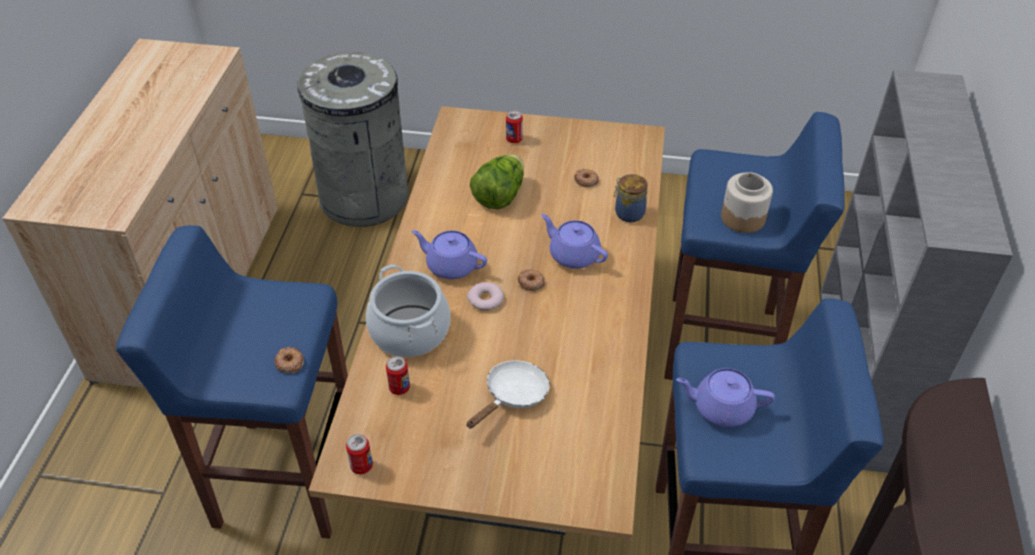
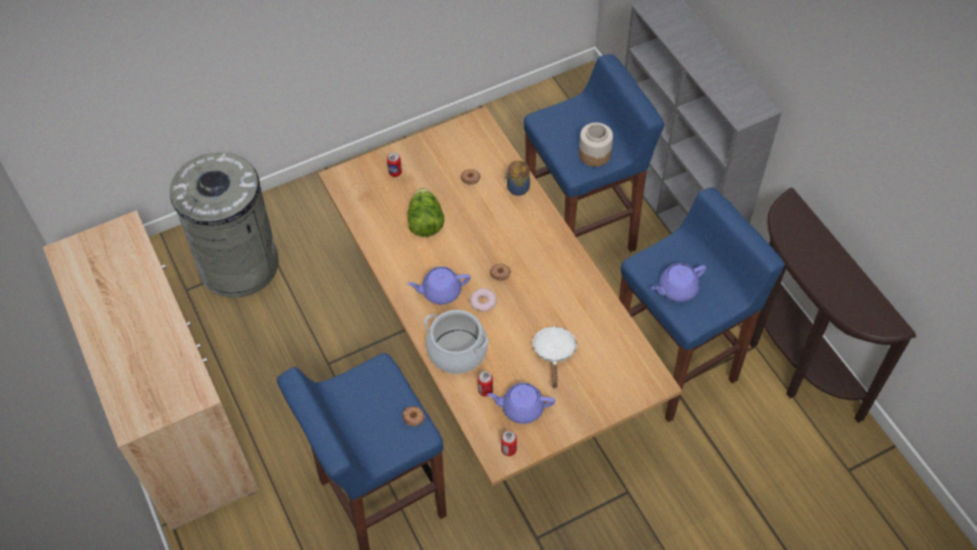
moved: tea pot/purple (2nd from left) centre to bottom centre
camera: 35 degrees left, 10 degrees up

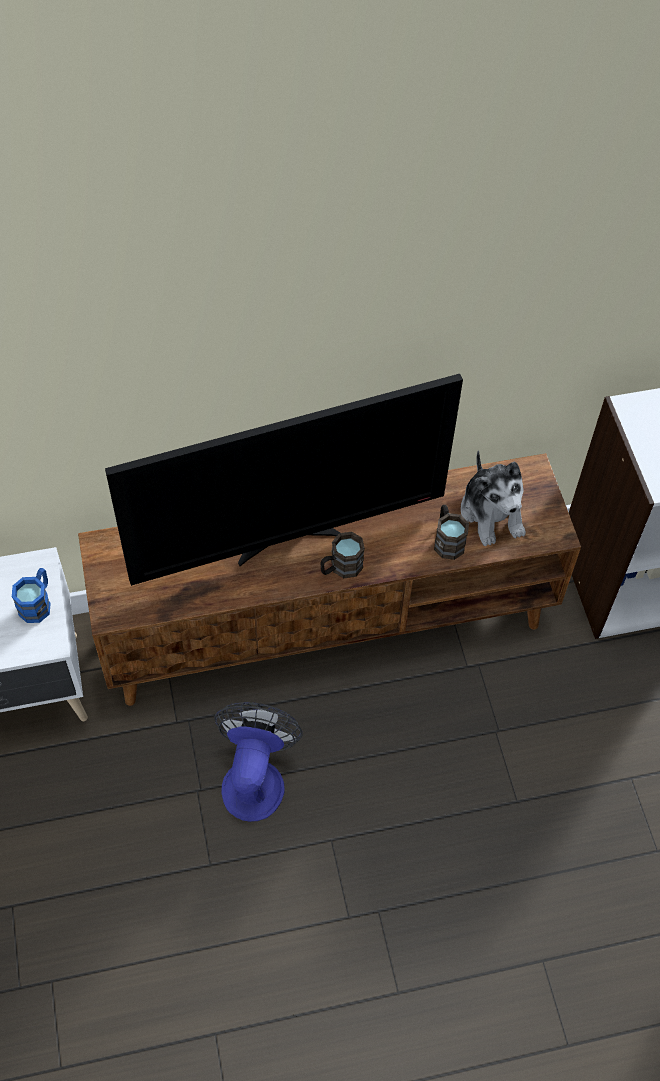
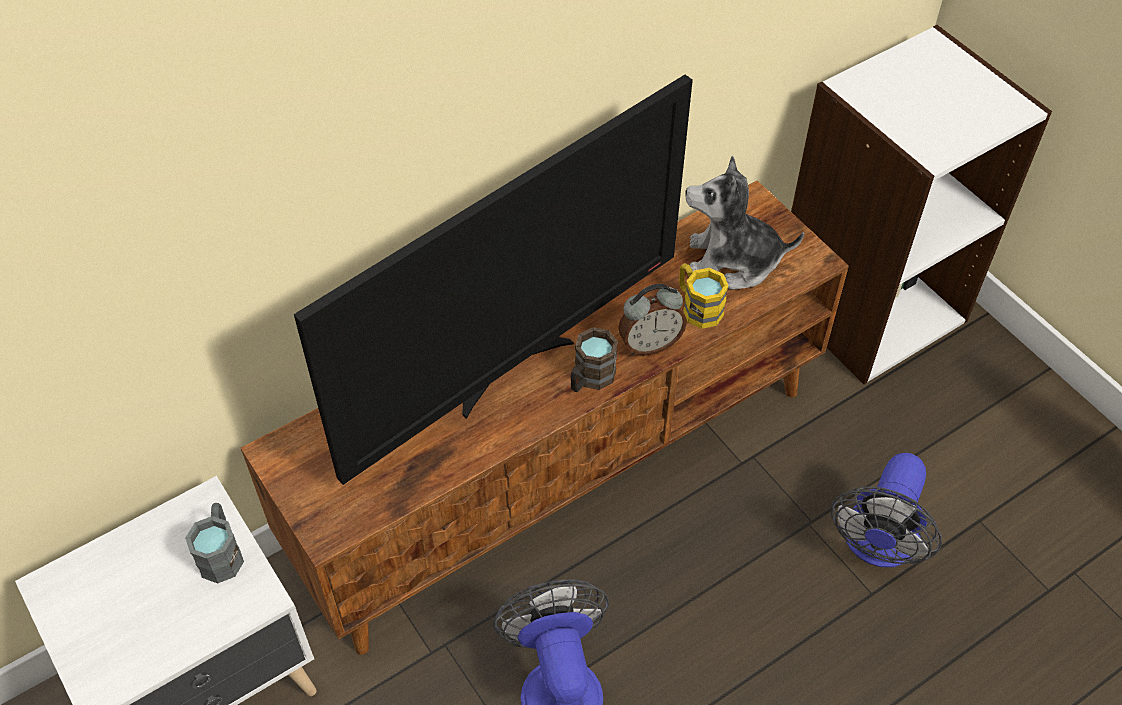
added: table clock centre; cooling fan (2nd from left) bottom right
recoloured: coffee mug/blue middle left to coffee mug/grey bottom left; coffee mug/brown-coloured (2nd from left) middle right to coffee mug/yellow centre
turned: cuddly toy middle right = top centre 135 degrees clockwise
camera: 20 degrees left, 5 degrees down

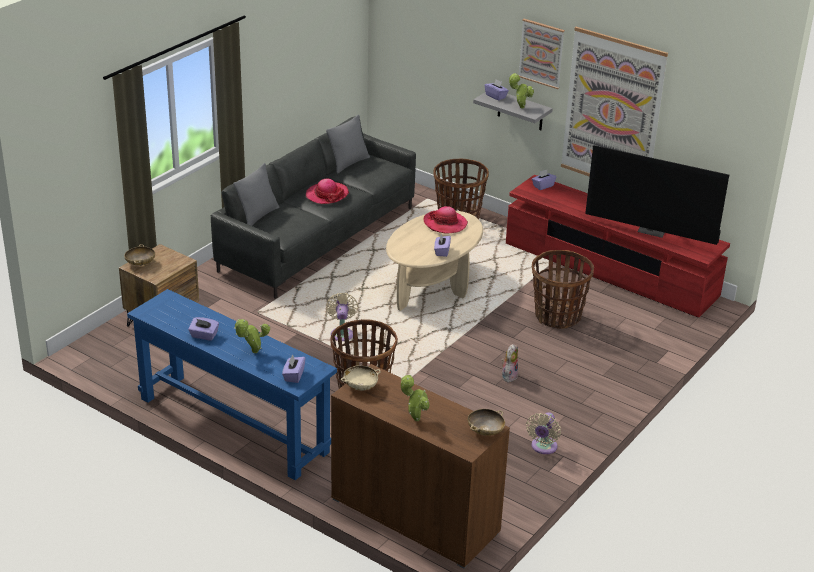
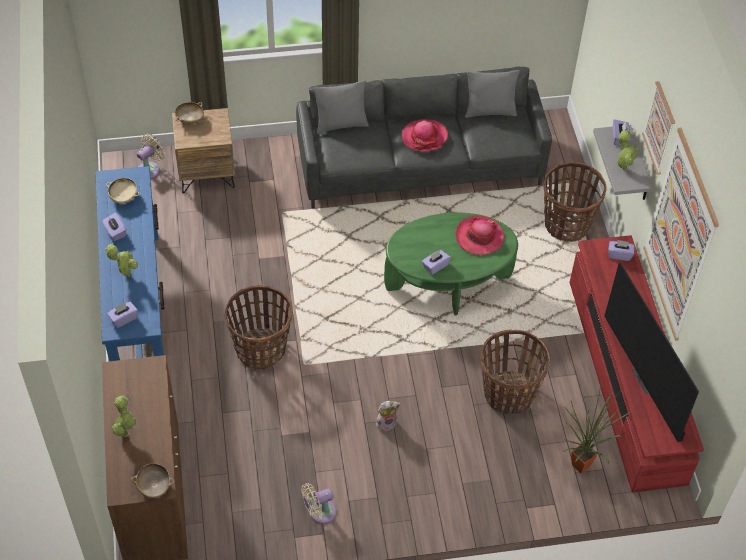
added: houseplant (3rd from left) bottom right
moved: deep dish/beige-coloured (2nd from left in the first image) centre to deep dish/beige-coloured (1st from left) middle left; cooling fan/beige-coloured (1st from left) centre to top left
recoloured: low table/beige-coloured centre to low table/greenish centre
camera: 45 degrees right, 20 degrees up

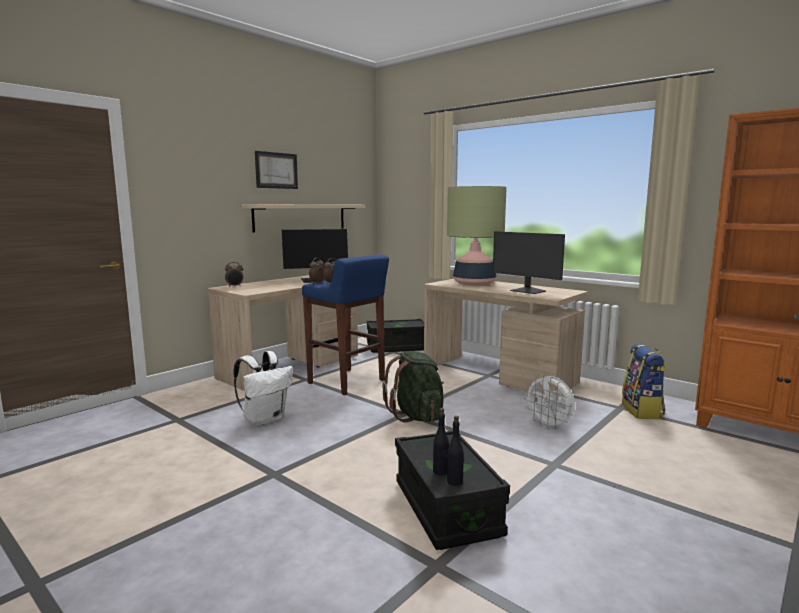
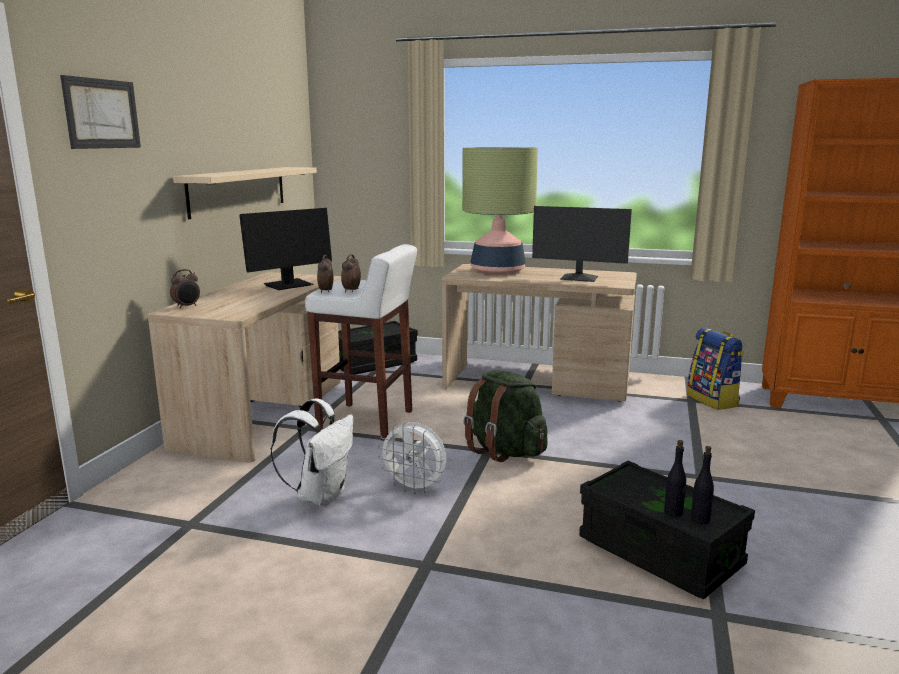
moved: picture top centre to top left; cooling fan/white middle right to bottom centre
recoloured: stool/blue centre to stool/white centre
camera: 25 degrees left, 5 degrees up

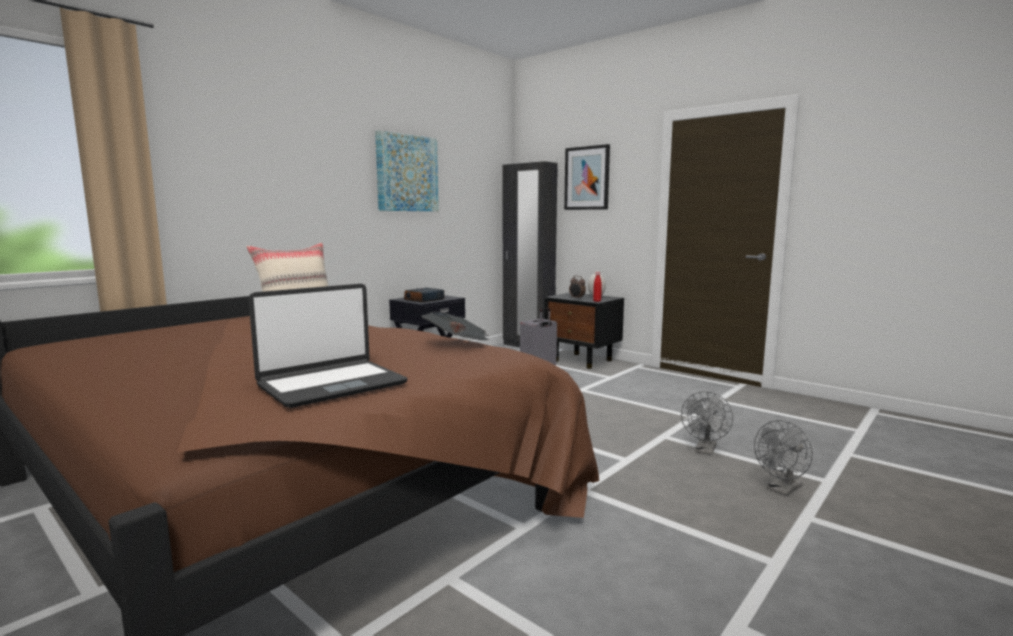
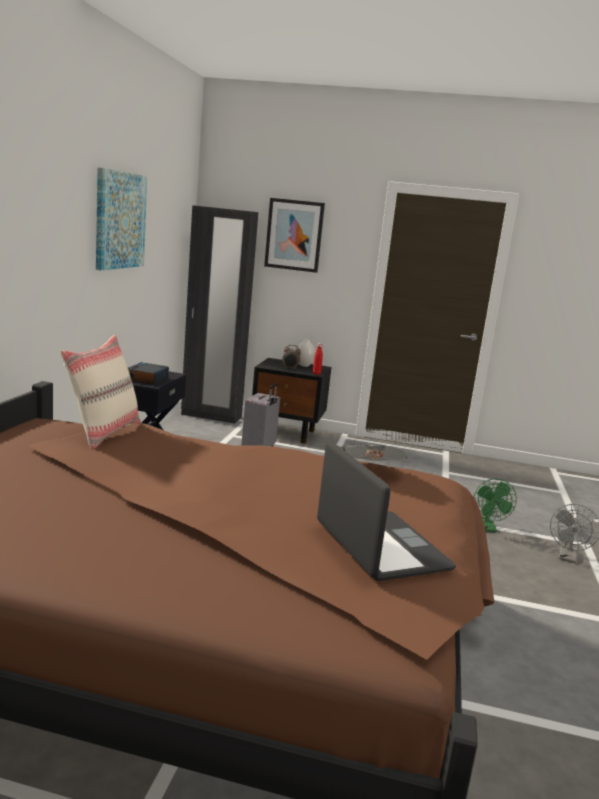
recoloured: cooling fan/grey (1st from left) middle right to cooling fan/greenish middle right
turned: notebook computer middle left = centre 45 degrees counterclockwise
camera: 30 degrees left, 5 degrees up

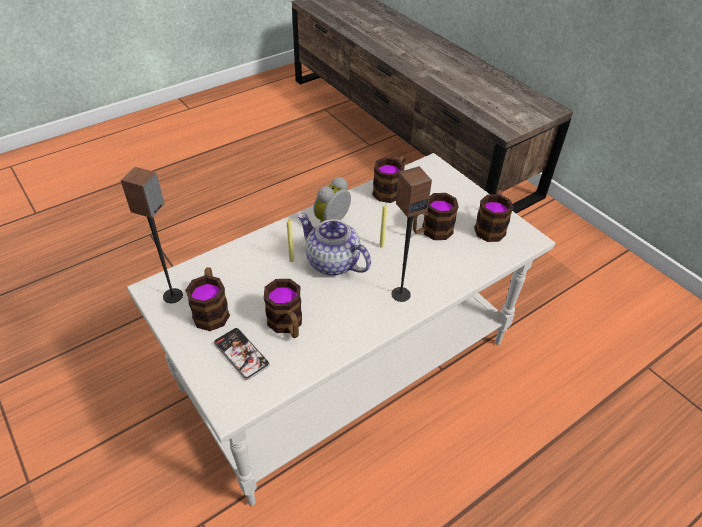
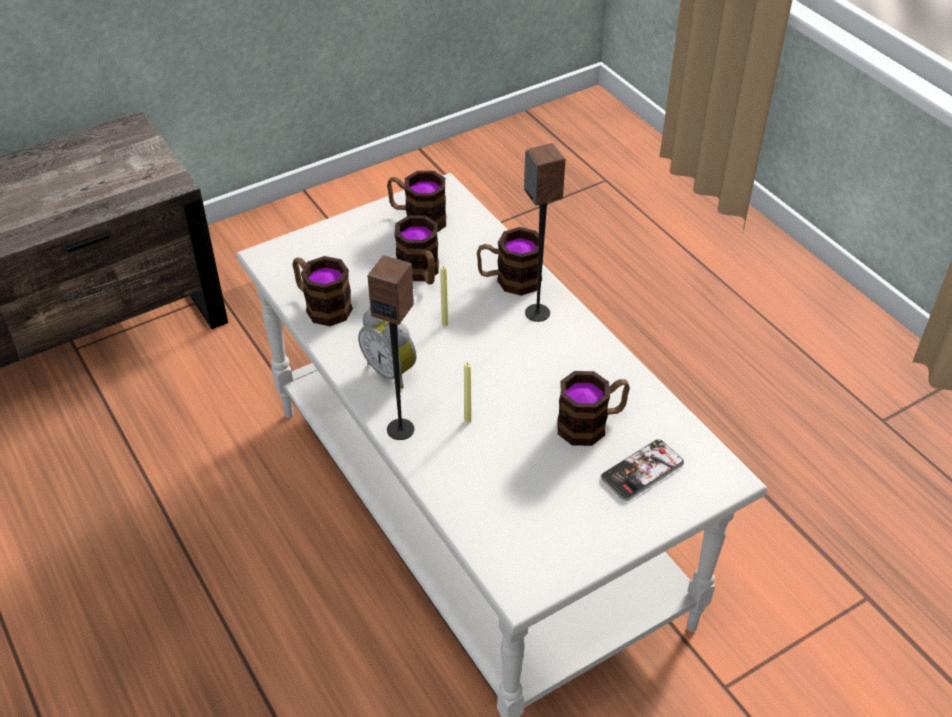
removed: tea pot centre
moved: audio speaker (1st from left) middle left to centre; coffee mug (1st from left in the first image) middle left to coffee mug (4th from left) centre
camera: 85 degrees left, 0 degrees up

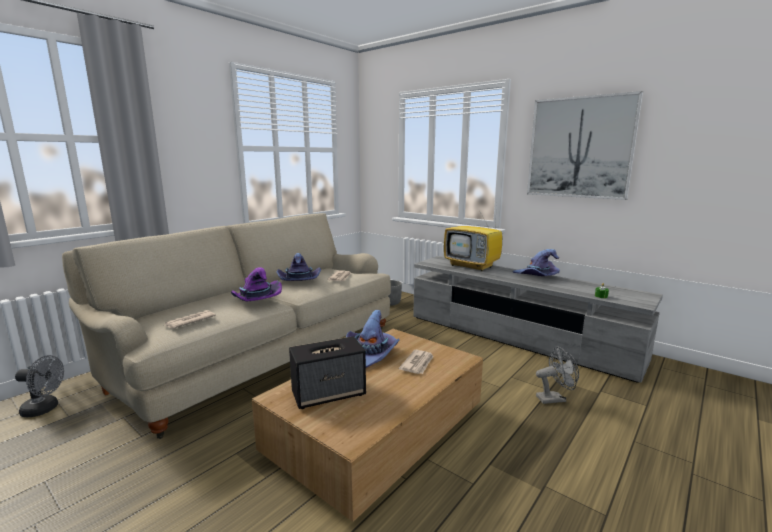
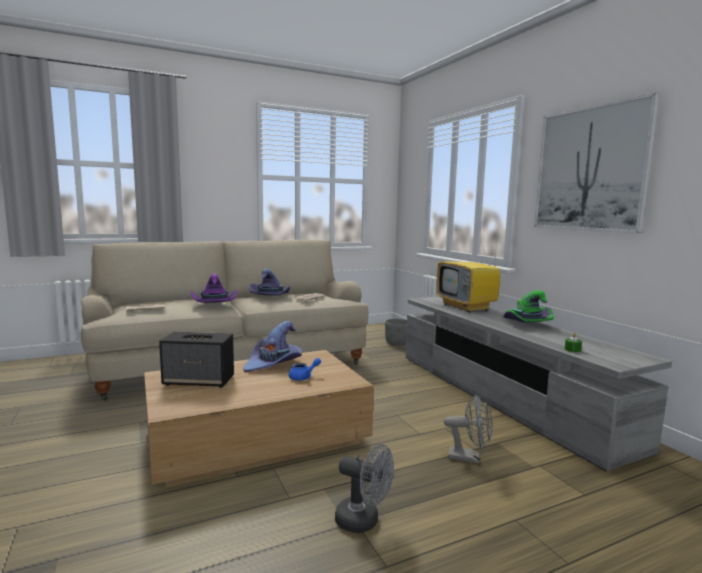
moved: cooling fan/grey (1st from left) bottom left to bottom centre
replaced: printed paper (3rd from left) bottom centre to tea pot/blue centre
recoloured: wearable hat/purple (4th from left) middle right to wearable hat/greenish middle right
camera: 25 degrees right, 5 degrees down

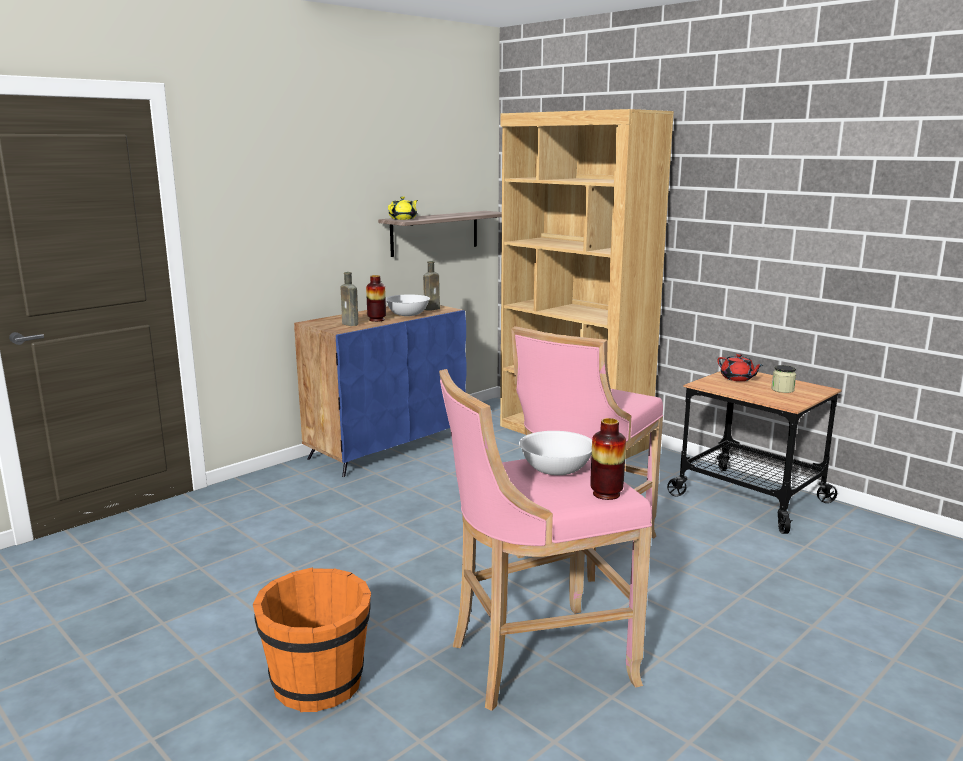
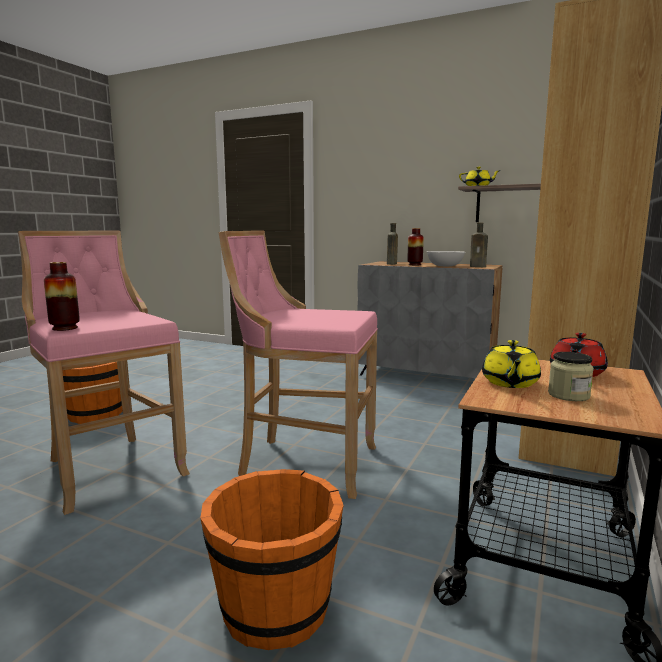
removed: deep dish/white (2nd from left) centre
added: water bucket/orangey (2nd from left) bottom centre; tea pot/yellow (2nd from left) middle right
recoloured: storage cabinet/blue centre to storage cabinet/grey centre
camera: 70 degrees right, 5 degrees down

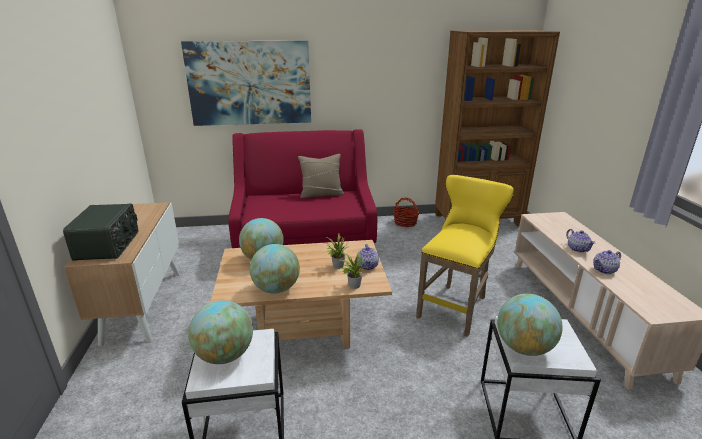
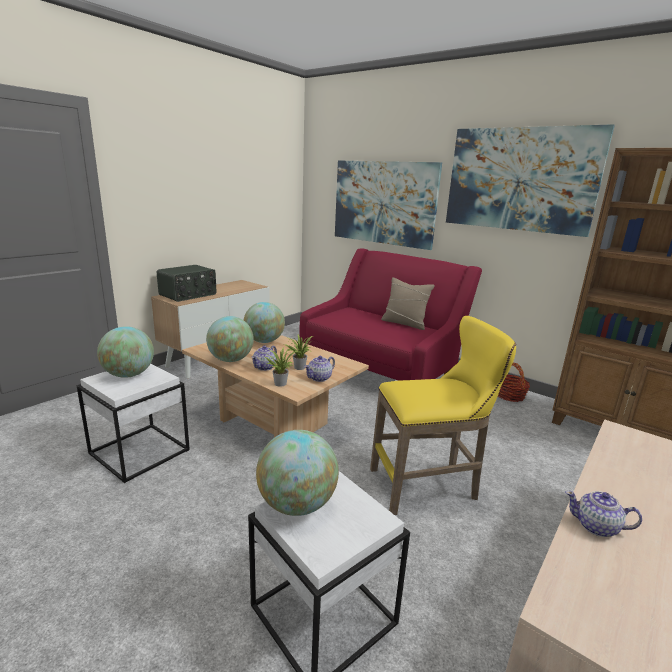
added: picture (2nd from left) top right
moved: tea pot (2nd from left in the first image) middle right to tea pot (1st from left) centre
camera: 45 degrees right, 5 degrees down

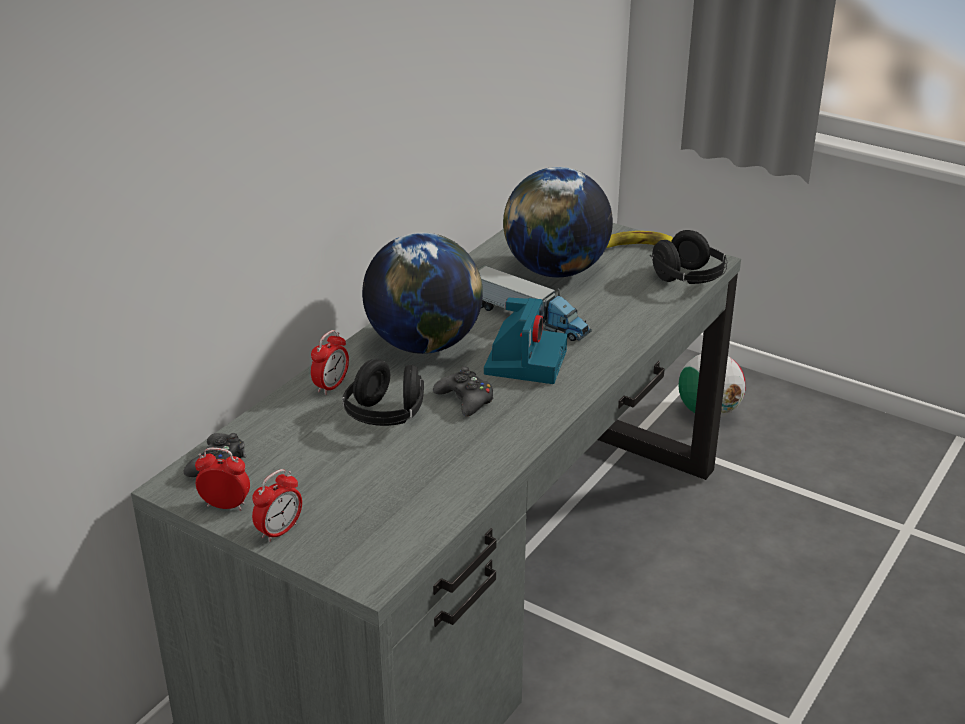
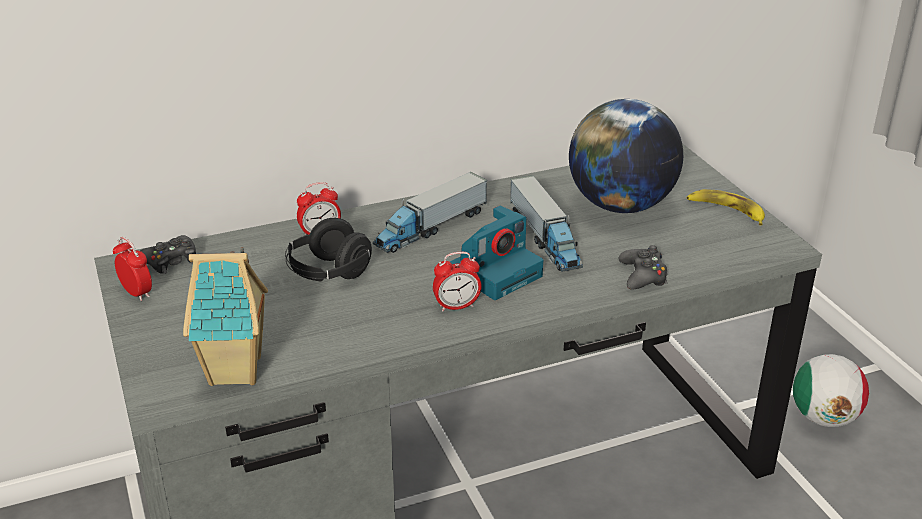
removed: headphones/black (2nd from left) middle right
added: model house middle left
moved: table clock (2nd from left in the first image) bottom left to table clock (3rd from left) centre; gamepad/black (2nd from left) centre to middle right
replaced: globe (1st from left) centre to model truck (1st from left) centre
camera: 35 degrees right, 0 degrees up

